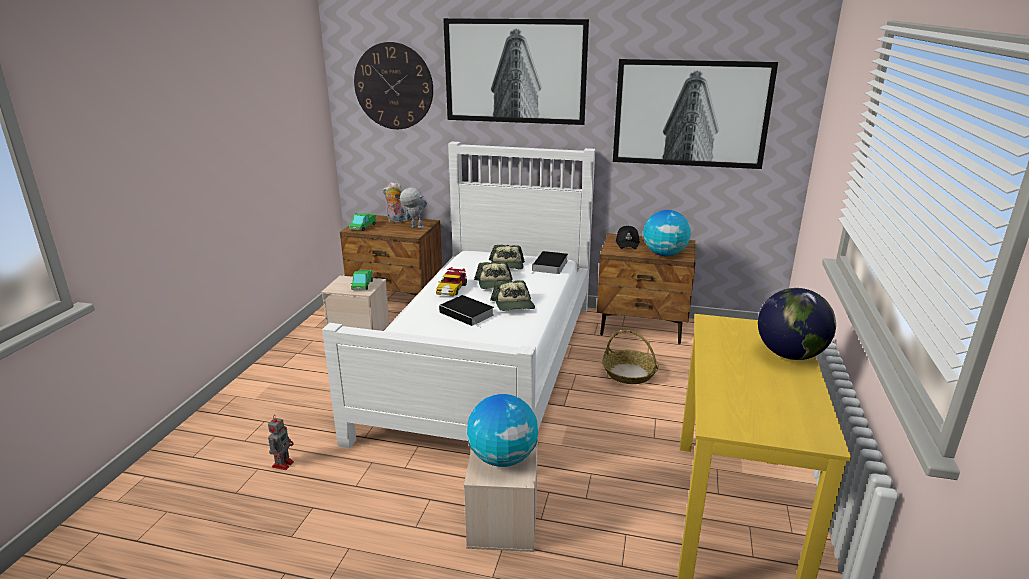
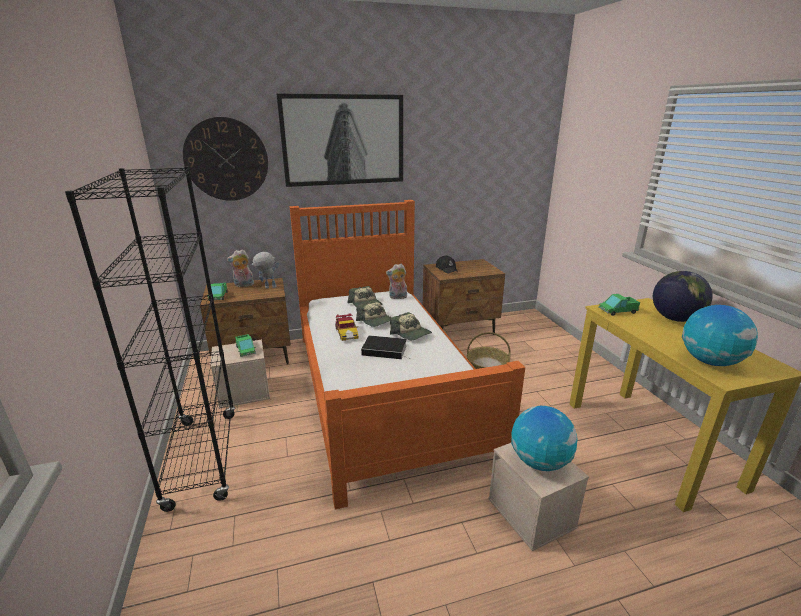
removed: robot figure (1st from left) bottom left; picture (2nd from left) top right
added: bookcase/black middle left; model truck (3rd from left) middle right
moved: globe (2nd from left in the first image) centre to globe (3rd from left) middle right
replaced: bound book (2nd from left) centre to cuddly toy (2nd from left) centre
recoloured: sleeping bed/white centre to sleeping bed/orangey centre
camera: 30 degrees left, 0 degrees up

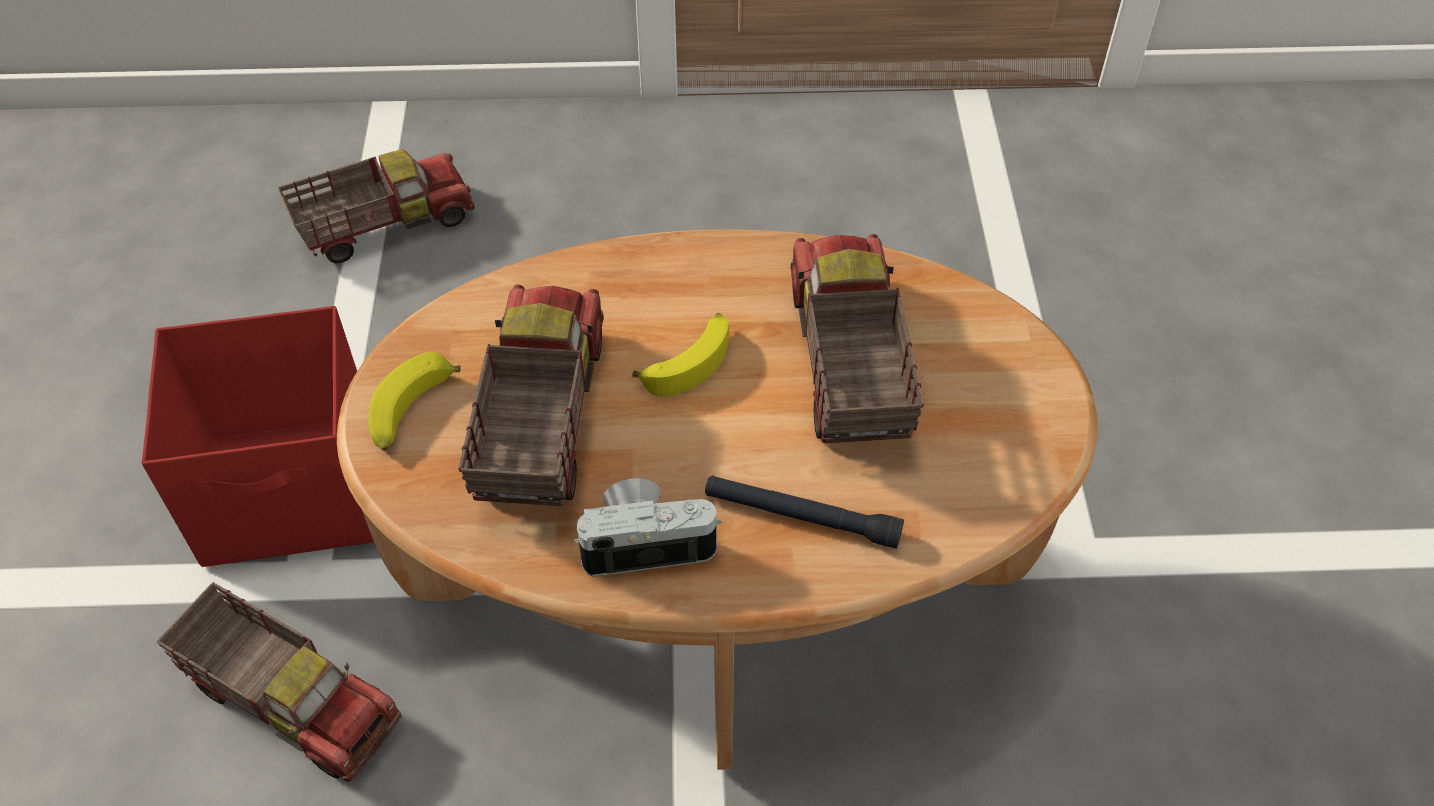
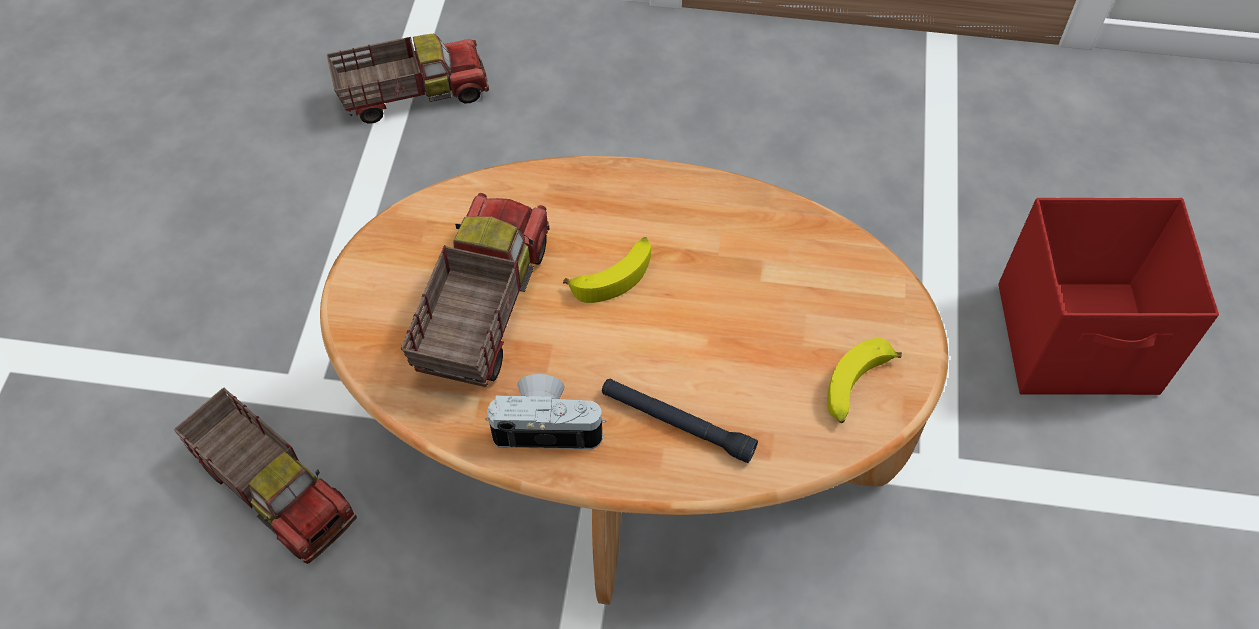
removed: model truck (4th from left) centre
moved: whole banana (1st from left in the first image) middle left to whole banana (2nd from left) middle right; storage box/reddish middle left to middle right
camera: 10 degrees right, 5 degrees up

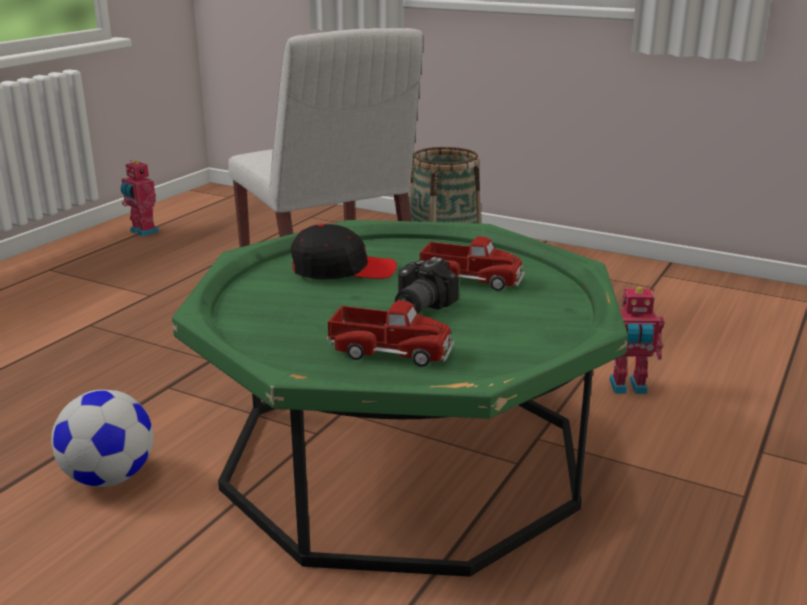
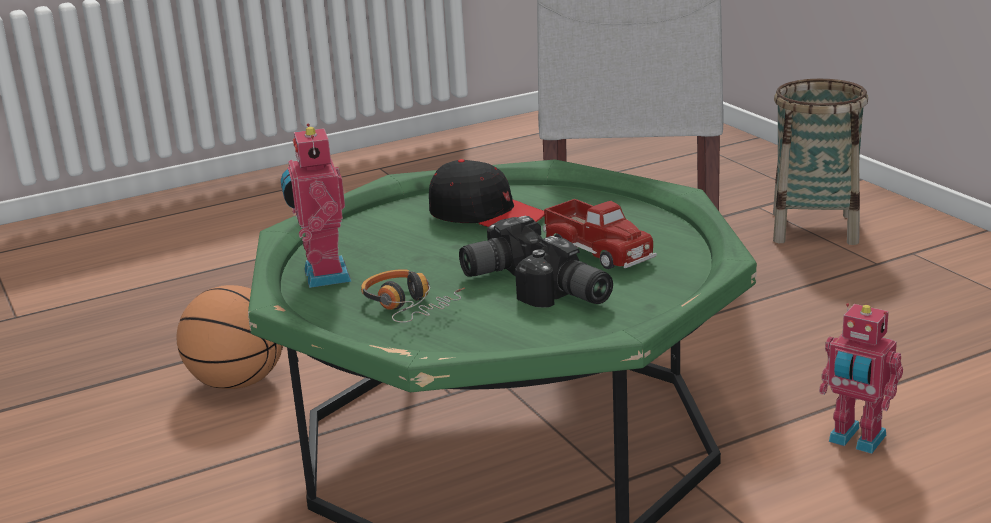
added: still camera (2nd from left) centre
moved: robot figure (1st from left) top left to middle left
replaced: football bottom left to ball for basketball middle left; model truck (1st from left) centre to headphones centre
camera: 35 degrees right, 0 degrees up

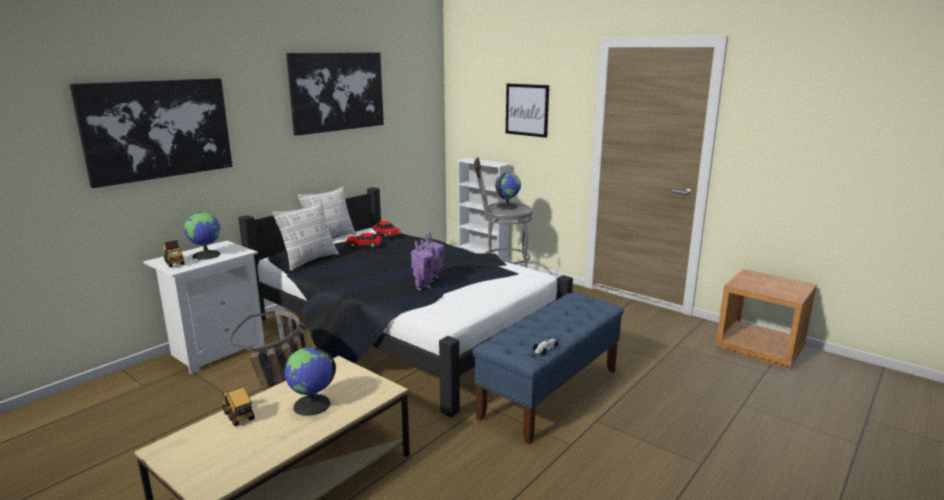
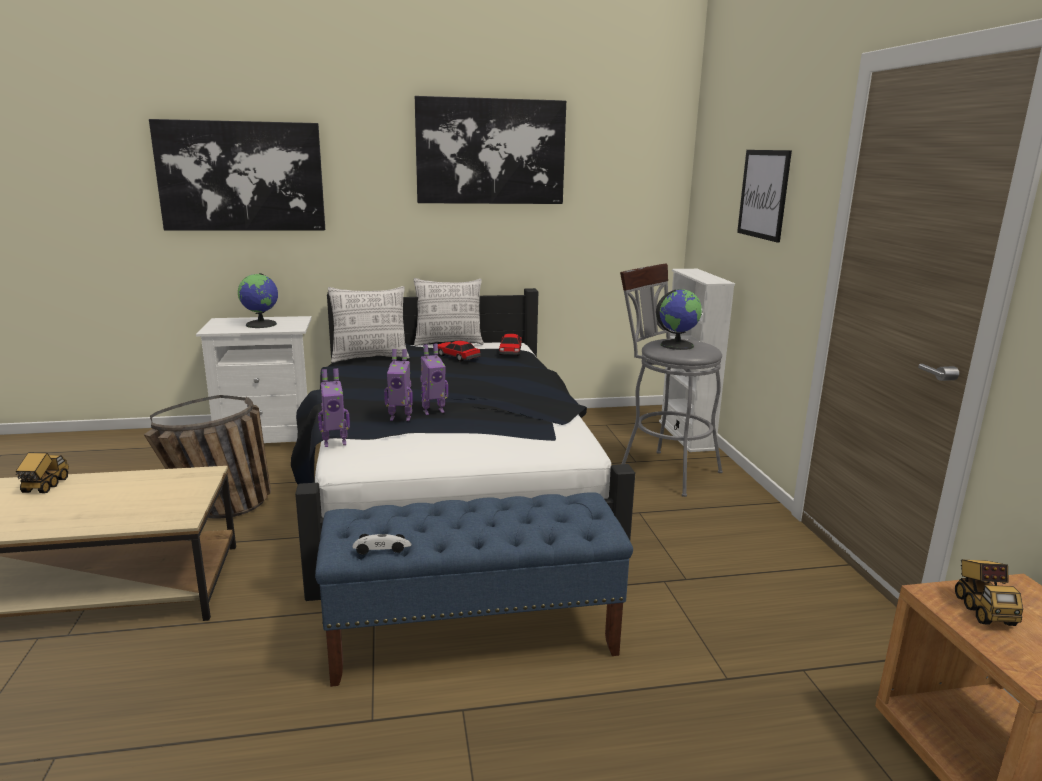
removed: globe (2nd from left) bottom left
added: robot figure (1st from left) middle left
moved: model truck (1st from left in the first image) middle left to model truck (2nd from left) bottom right
camera: 40 degrees right, 0 degrees up

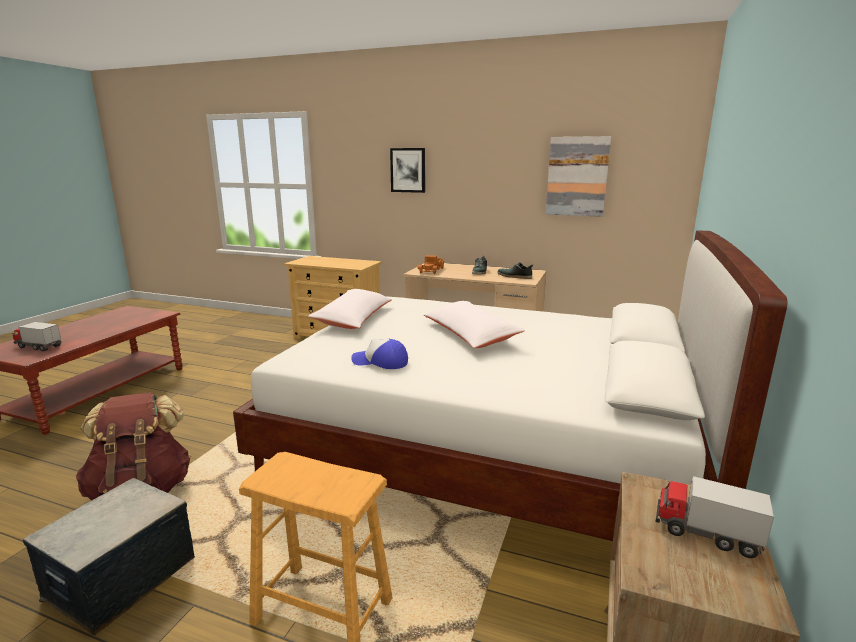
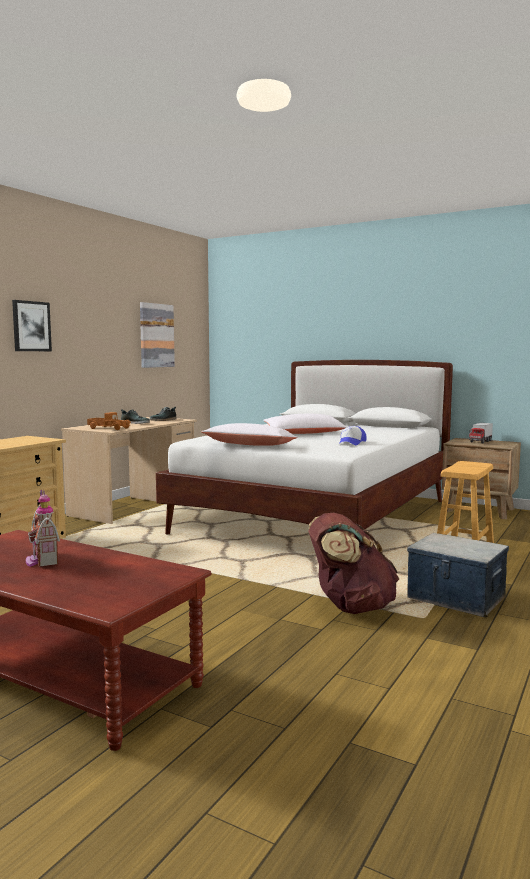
removed: model truck (1st from left) middle left
added: model house middle left
camera: 80 degrees left, 10 degrees down

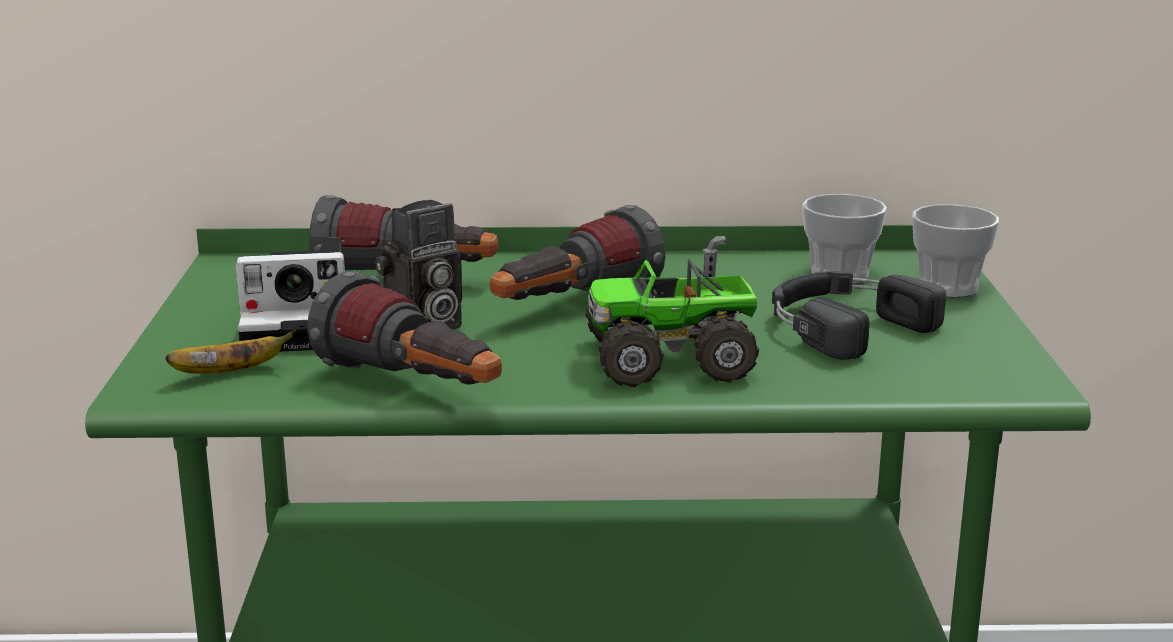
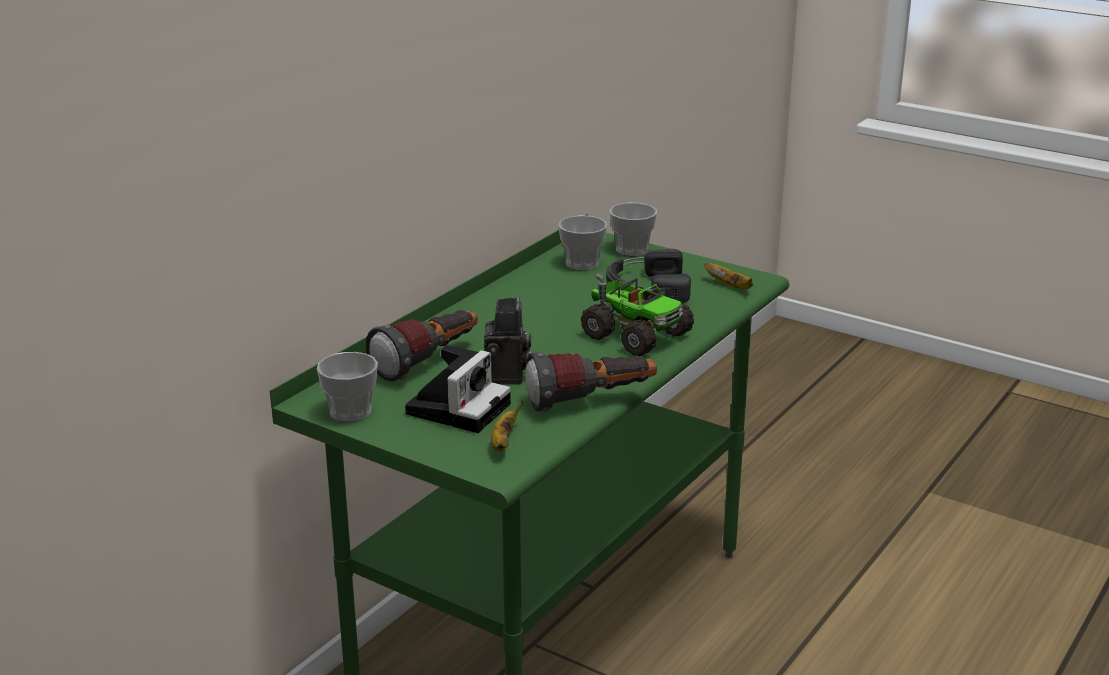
removed: torch (3rd from left) centre
added: drinking cup (1st from left) middle left; whole banana (2nd from left) centre
turned: model truck centre = centre 75 degrees counterclockwise
camera: 55 degrees left, 5 degrees up

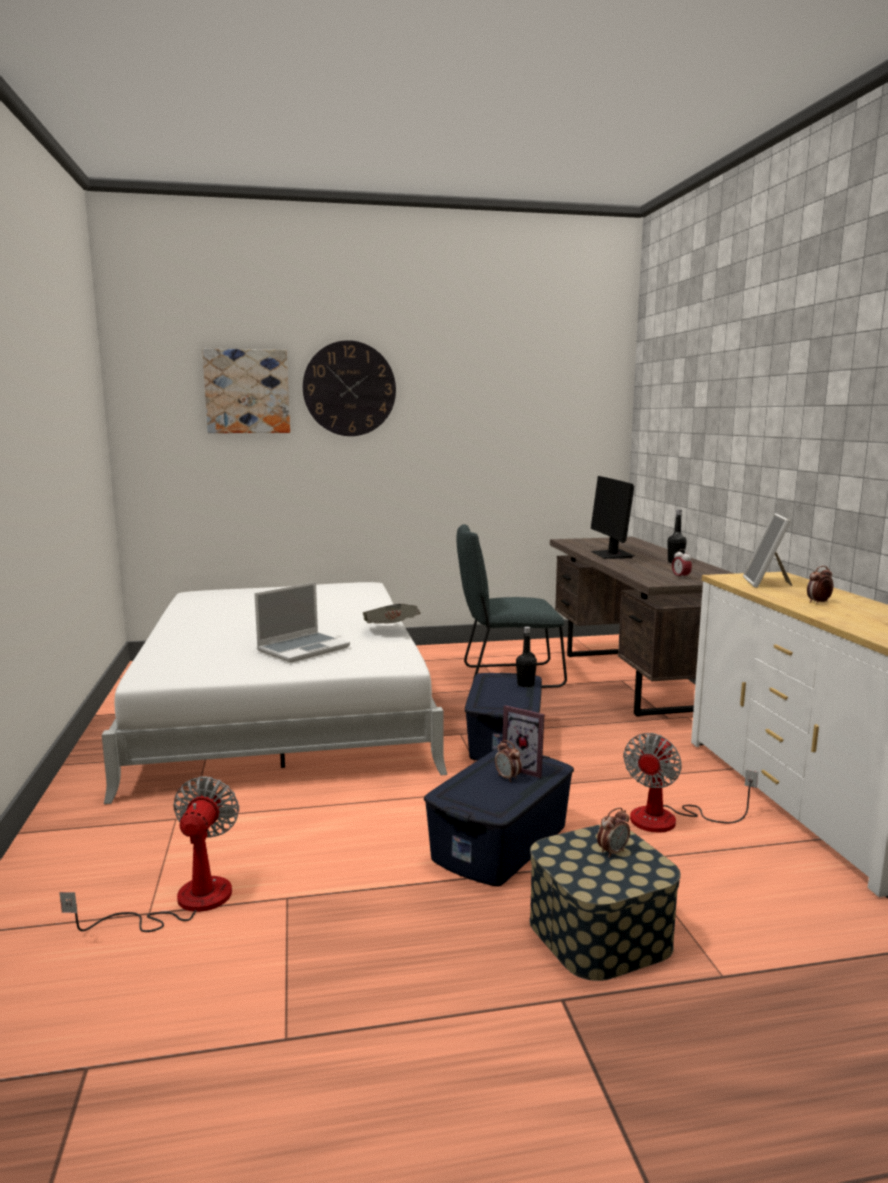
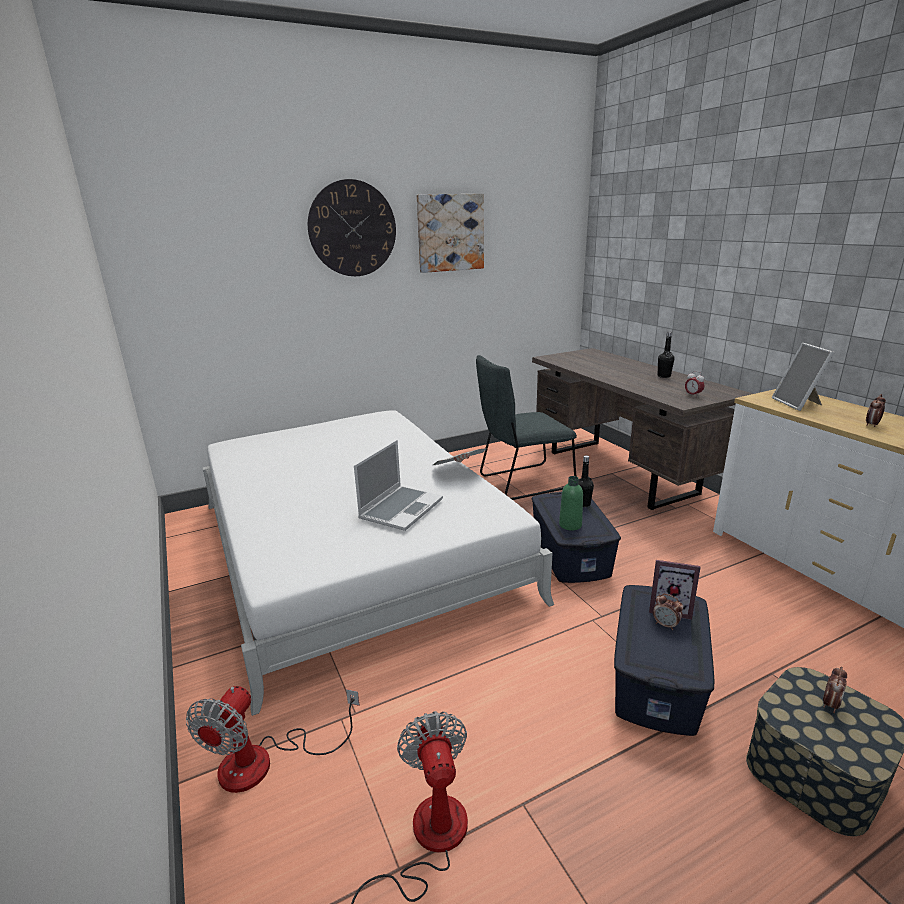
removed: computer display middle right
added: drink bottle/greenish centre
moved: cooling fan (2nd from left in the first image) middle right to cooling fan (1st from left) bottom left; picture top left to top centre
camera: 15 degrees left, 10 degrees up

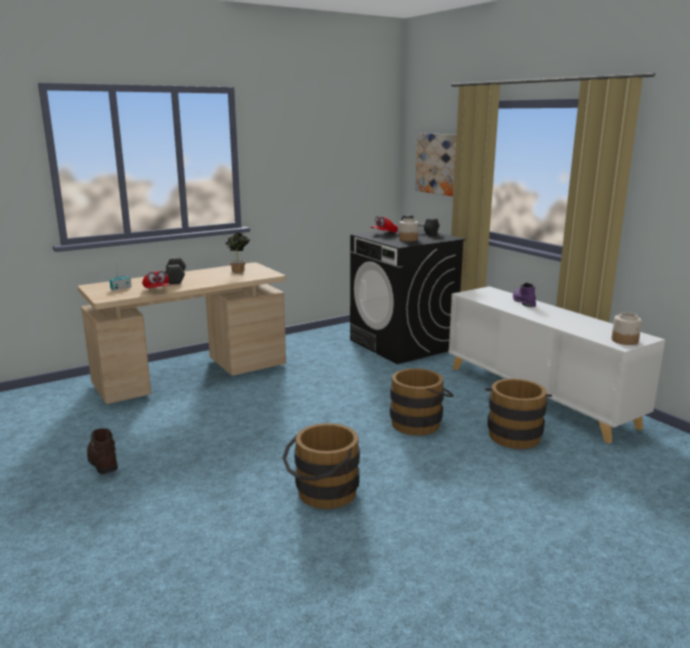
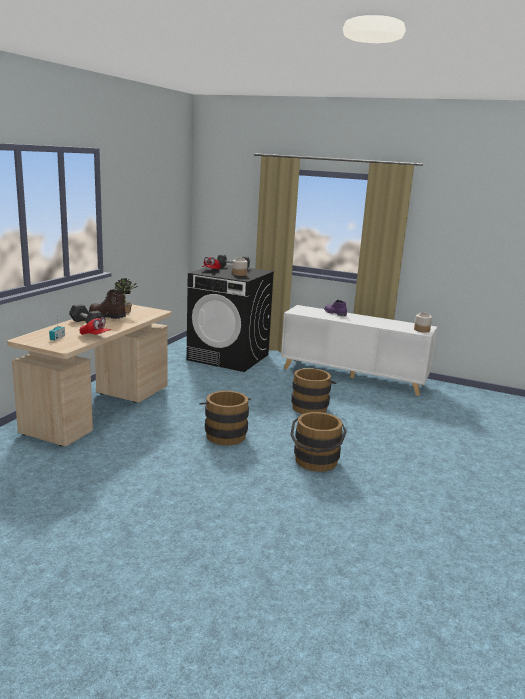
removed: picture top centre
moved: high-top boot/brown-coloured bottom left to middle left; water bucket/brown-coloured (3rd from left in the first image) middle right to water bucket/brown-coloured (1st from left) centre
camera: 35 degrees left, 0 degrees up

